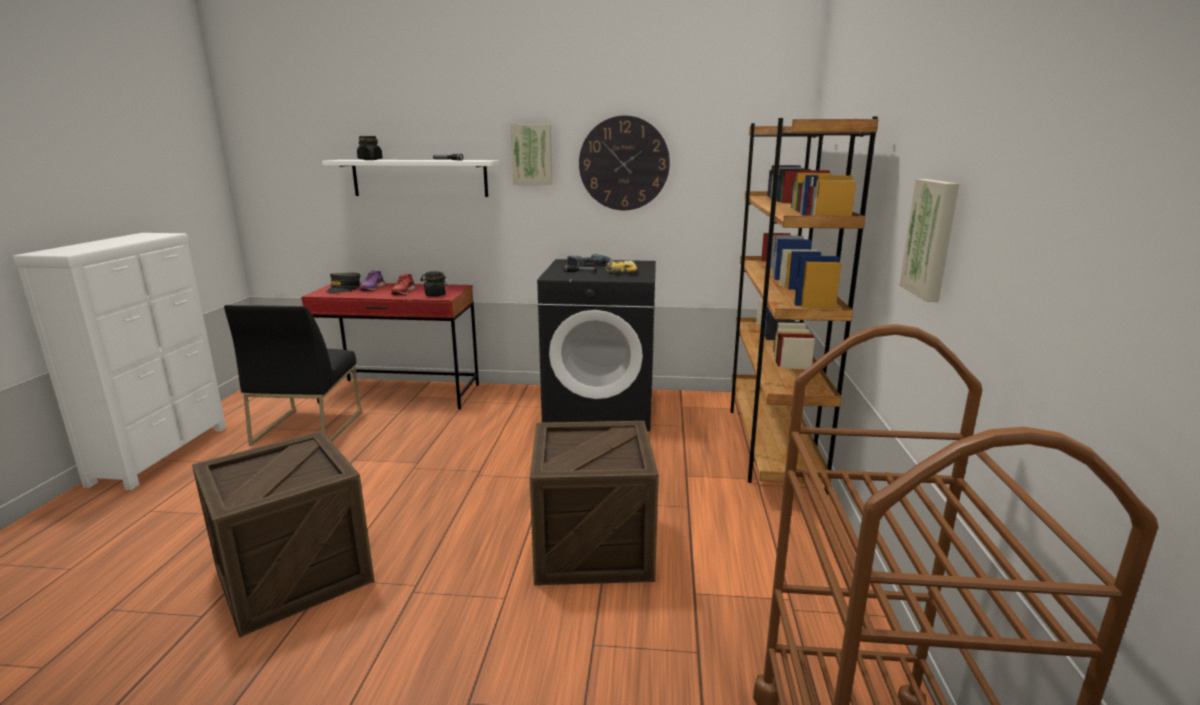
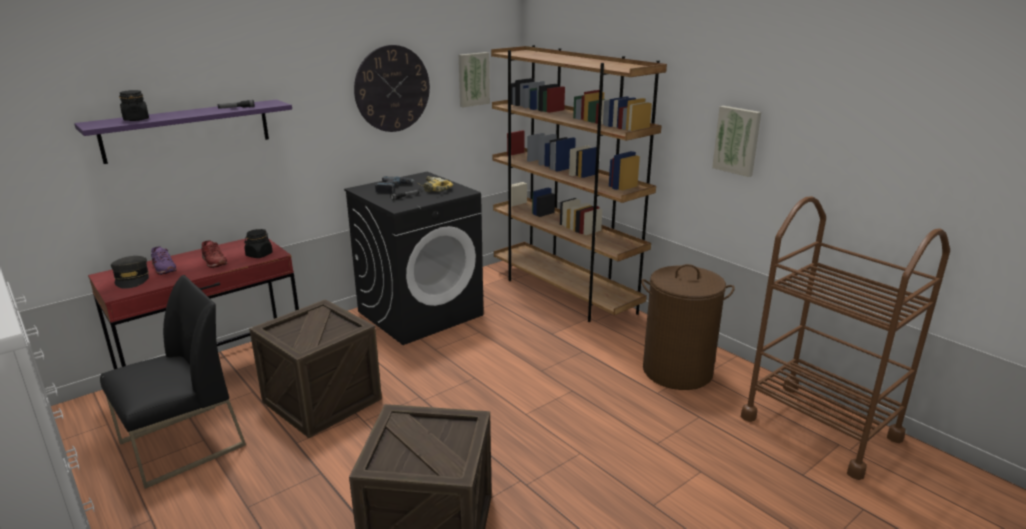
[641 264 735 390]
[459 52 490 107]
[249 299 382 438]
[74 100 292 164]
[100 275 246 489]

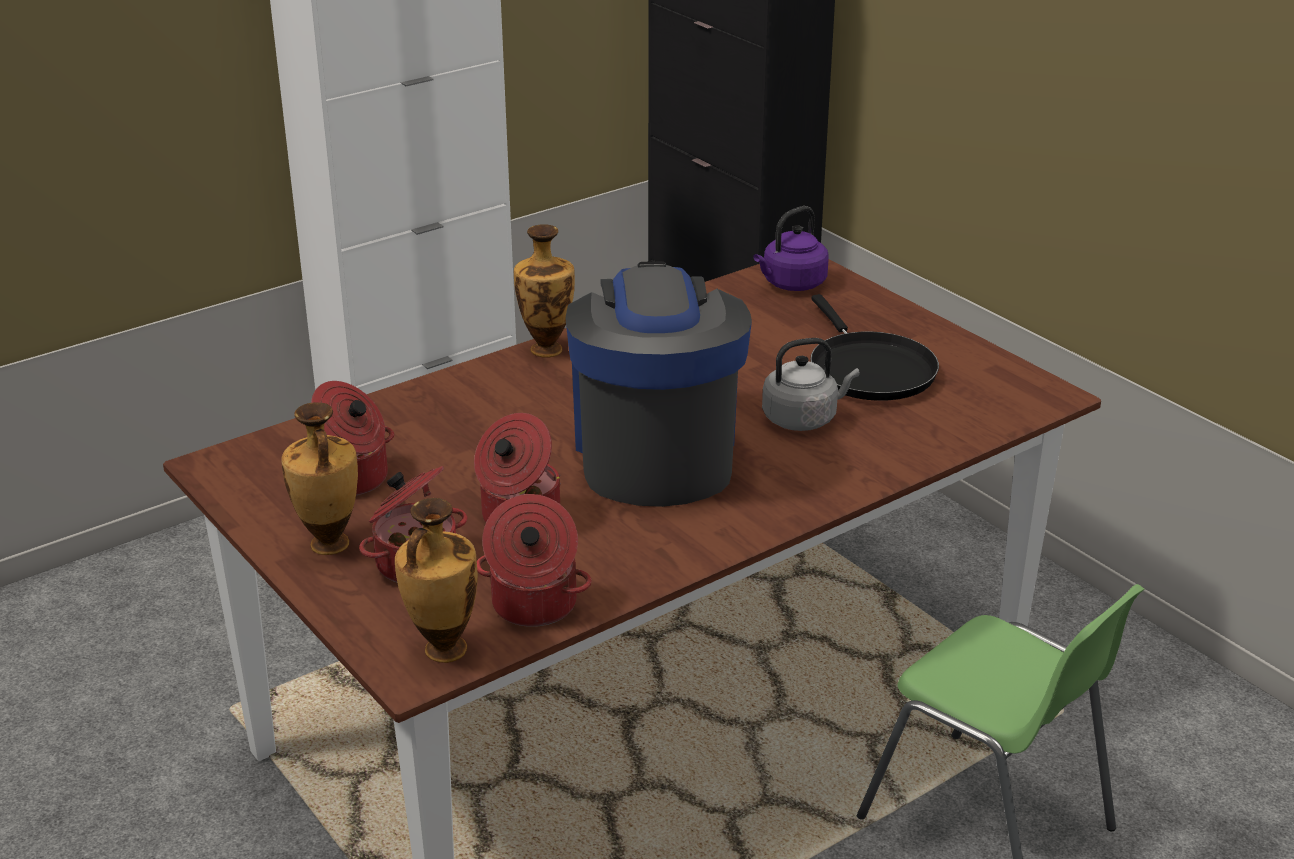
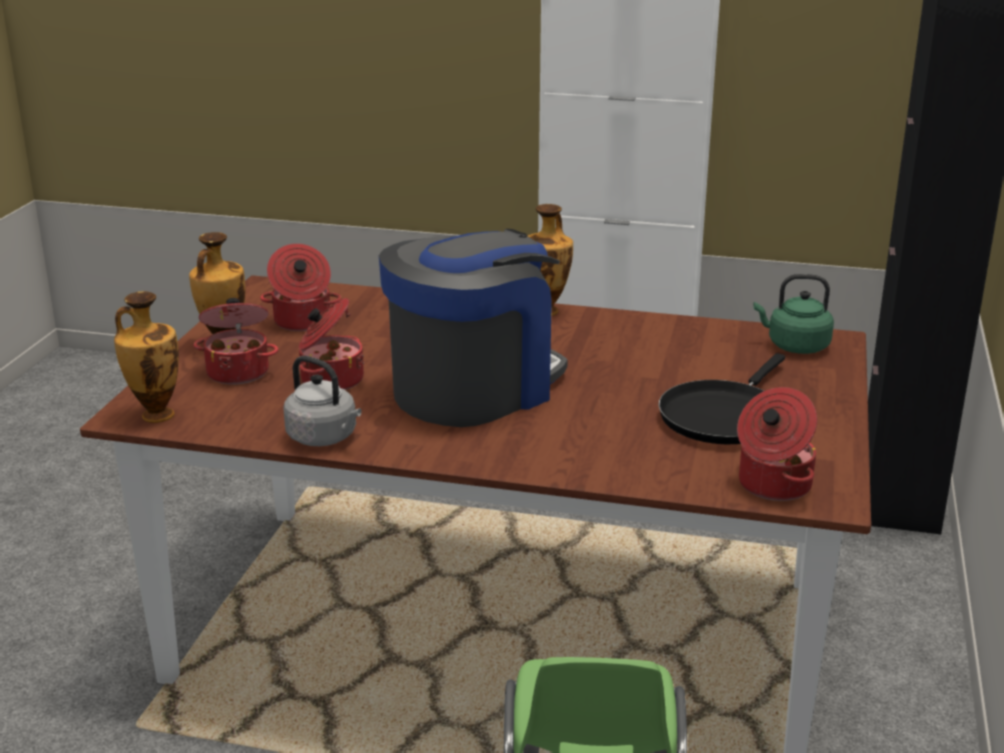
[737 387 817 501]
[283 356 362 446]
[754 274 834 354]

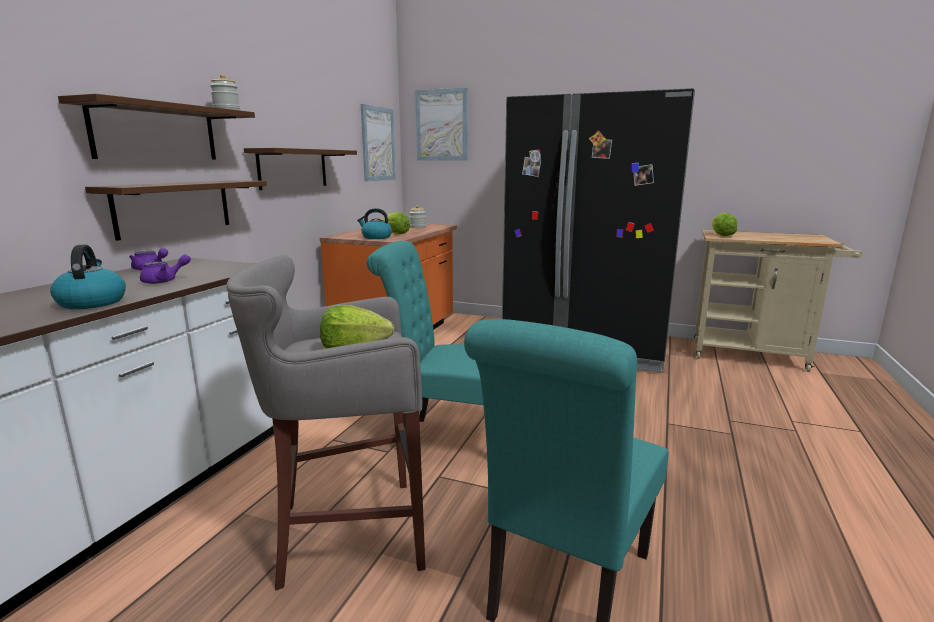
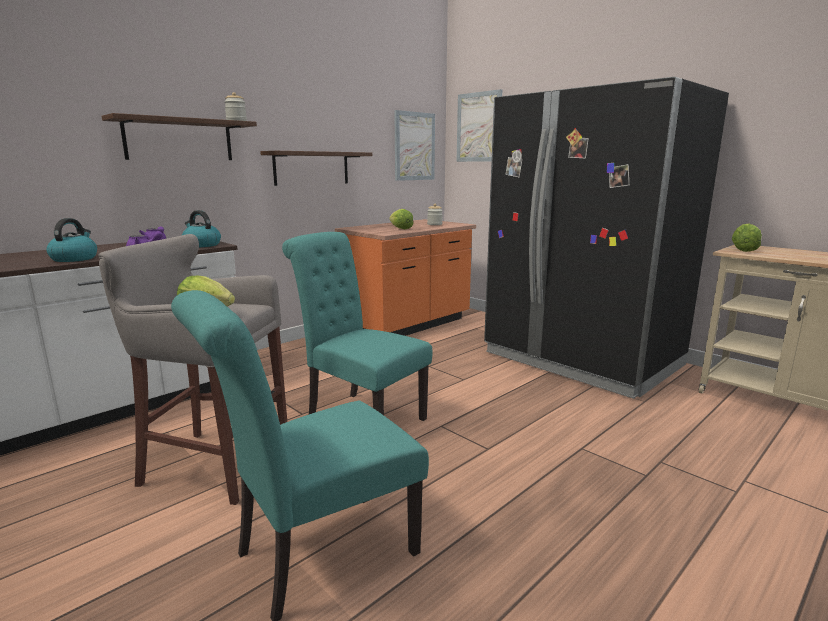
[85 180 267 241] (first image)
[182 210 221 247]

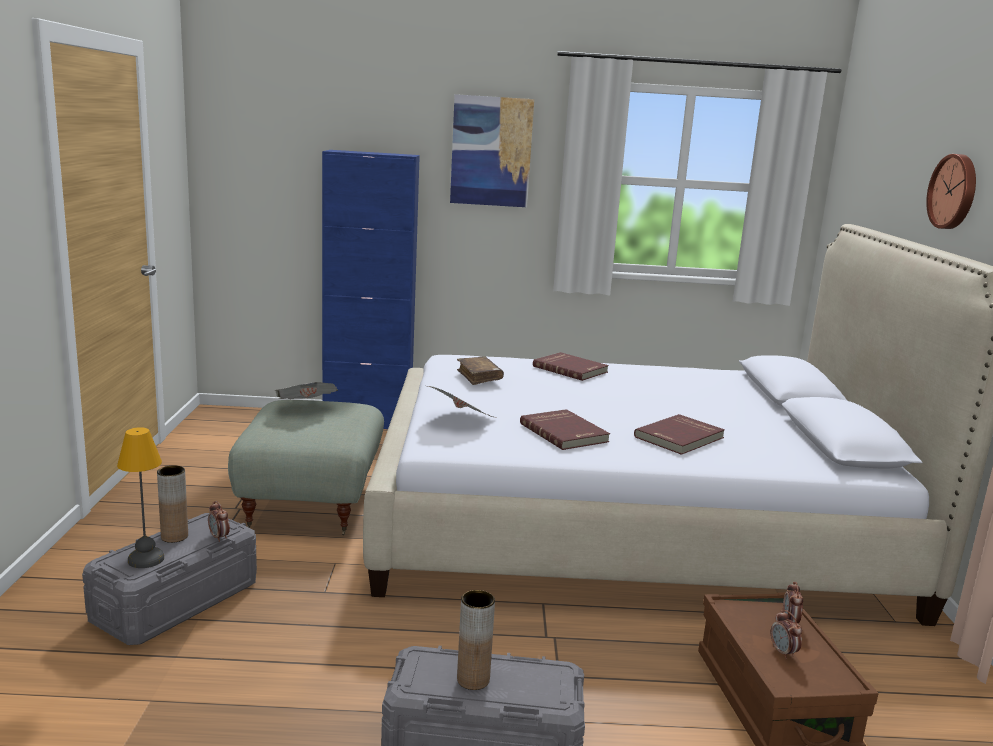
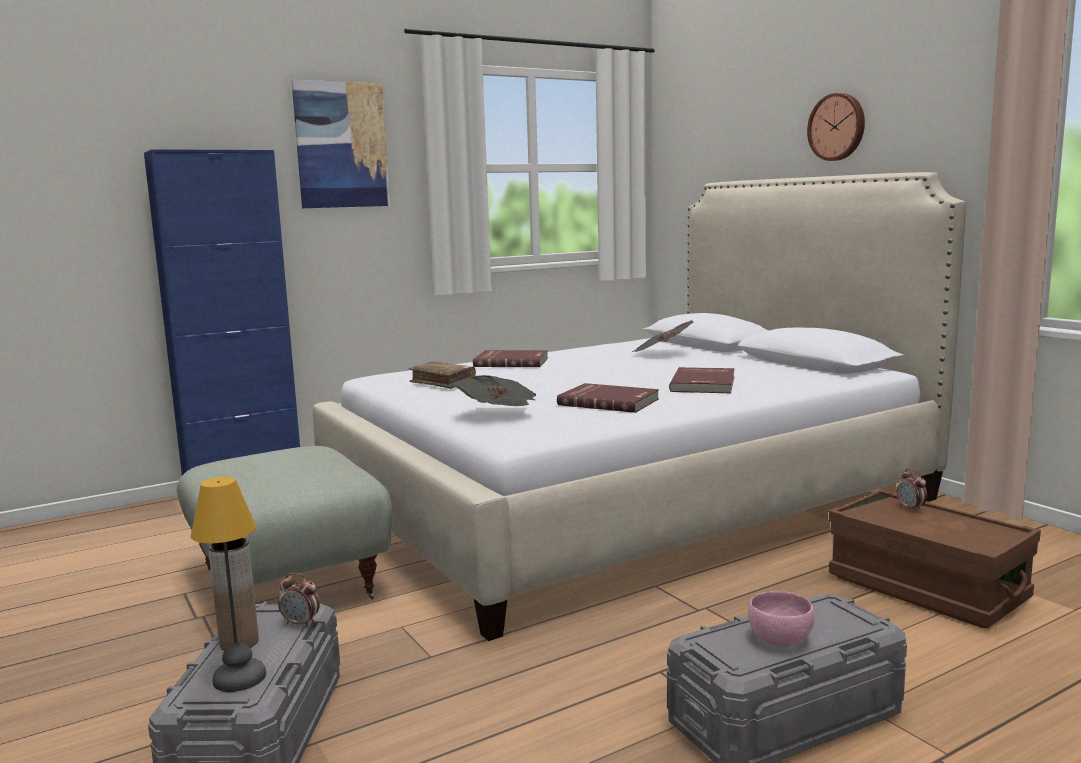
[771 610 802 659] (first image)
[632 320 694 352]
[748 591 814 647]

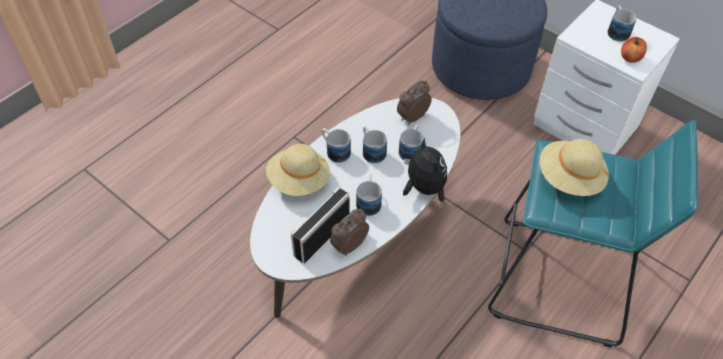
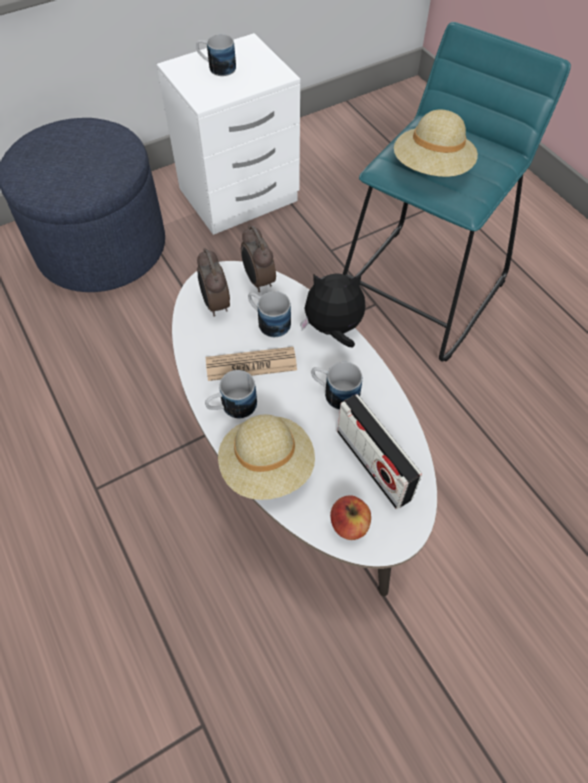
[241 225 276 292]
[330 495 371 540]
[206 347 297 381]

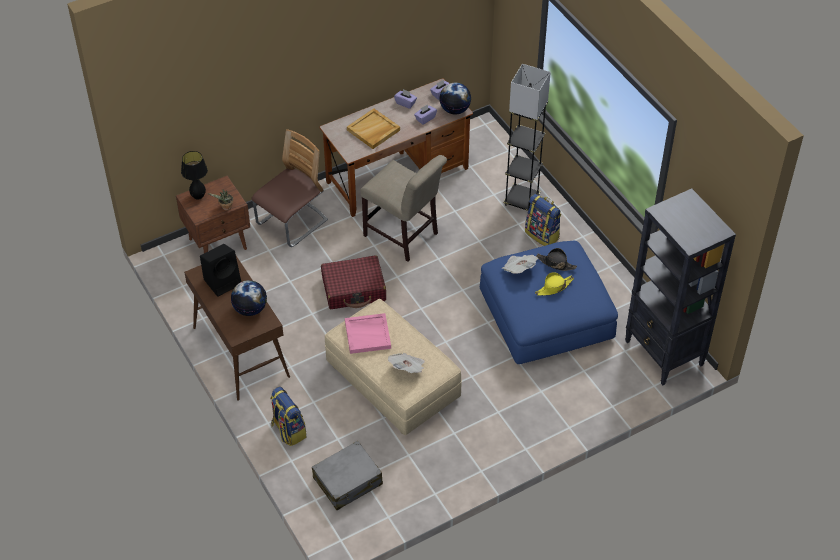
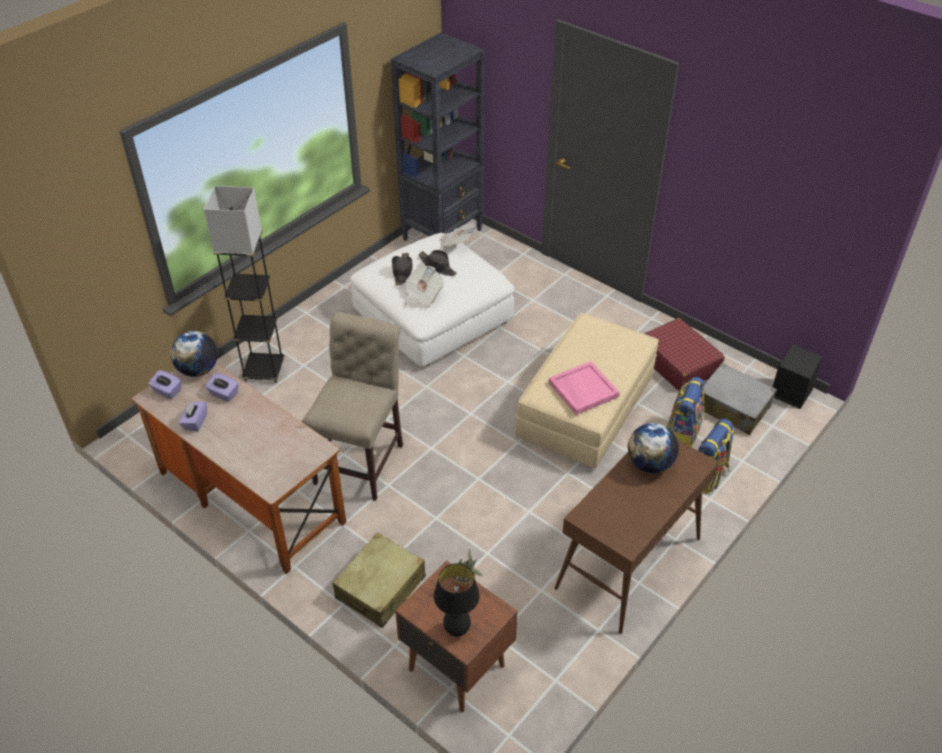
[347 109 400 149] (first image)
[773 344 822 409]
[644 318 725 391]
[440 223 477 248]
[667 377 705 447]
[333 533 426 628]
[350 233 515 367]
[418 250 457 276]

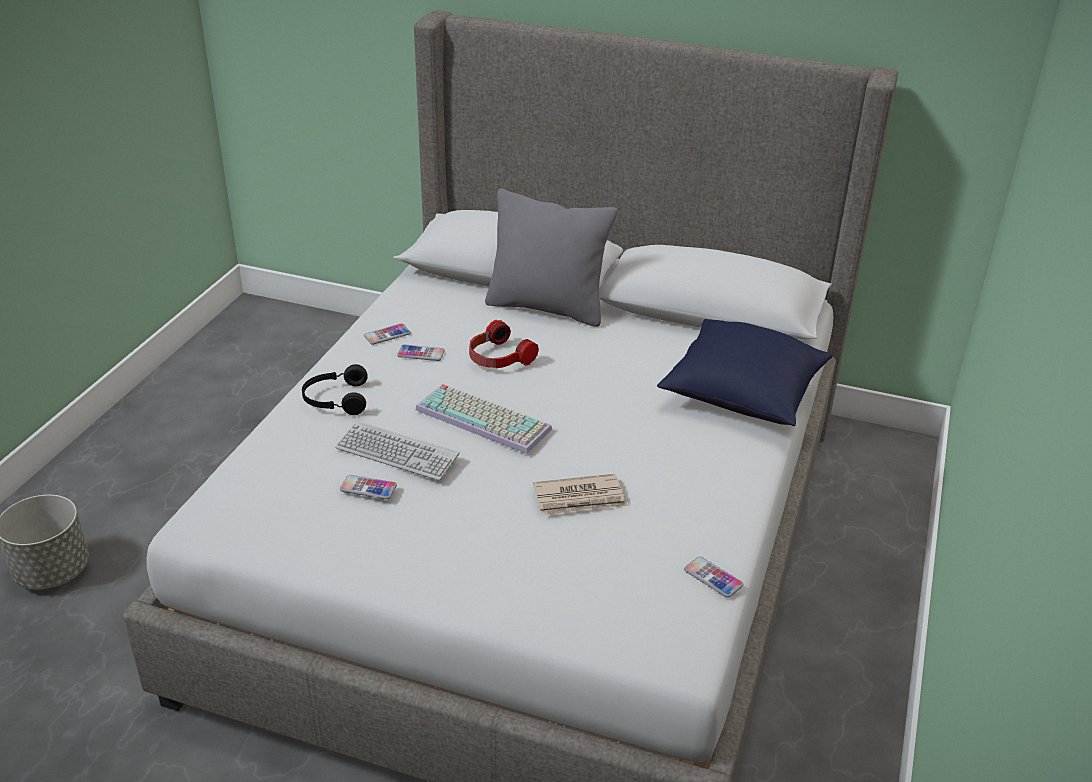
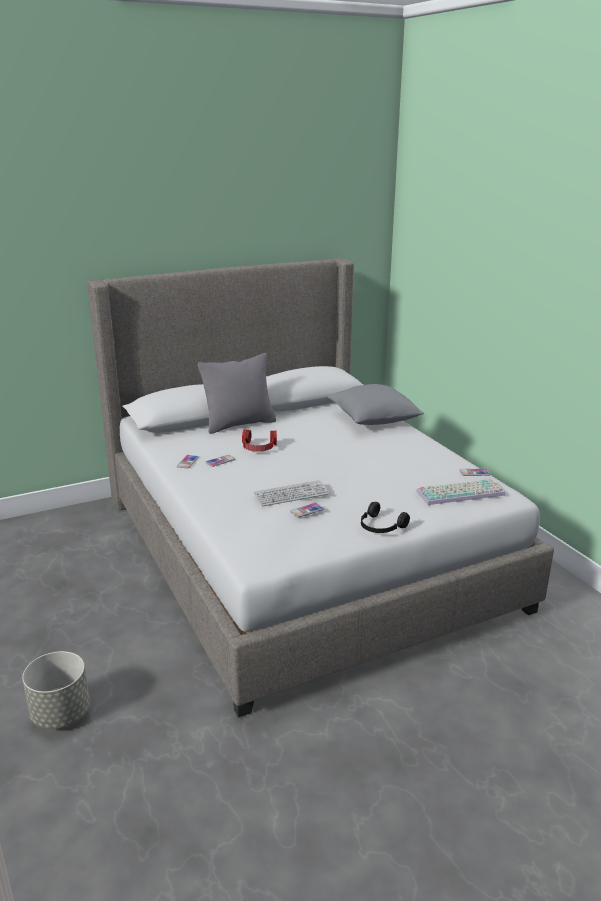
[533 474 628 516] (first image)
[361 502 410 533]
[416 479 505 505]
[327 384 424 425]

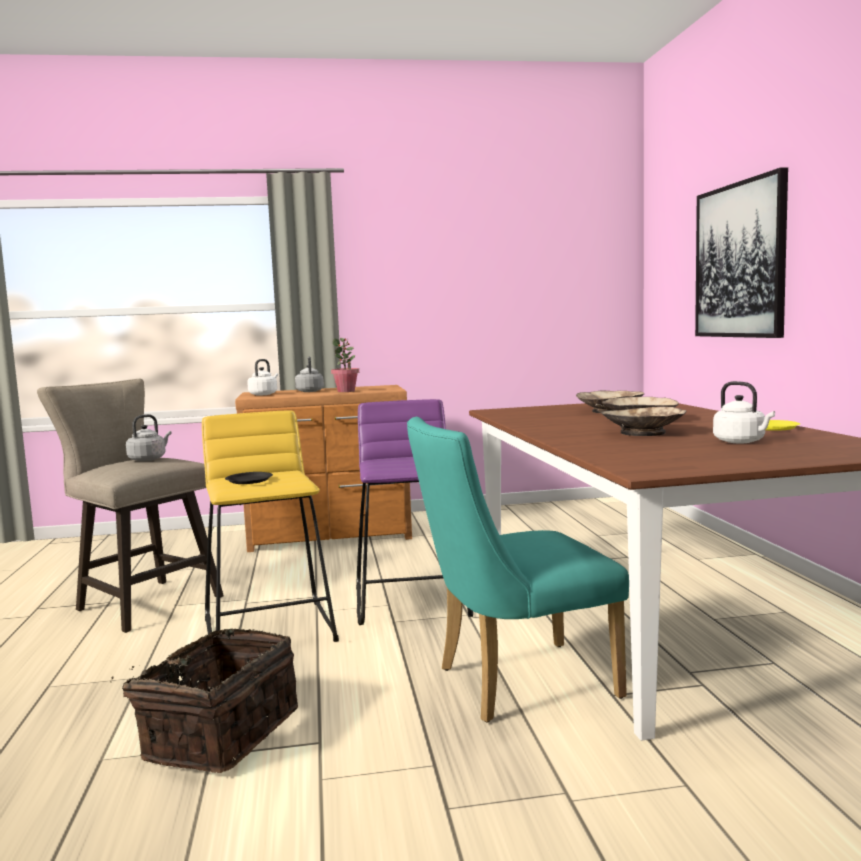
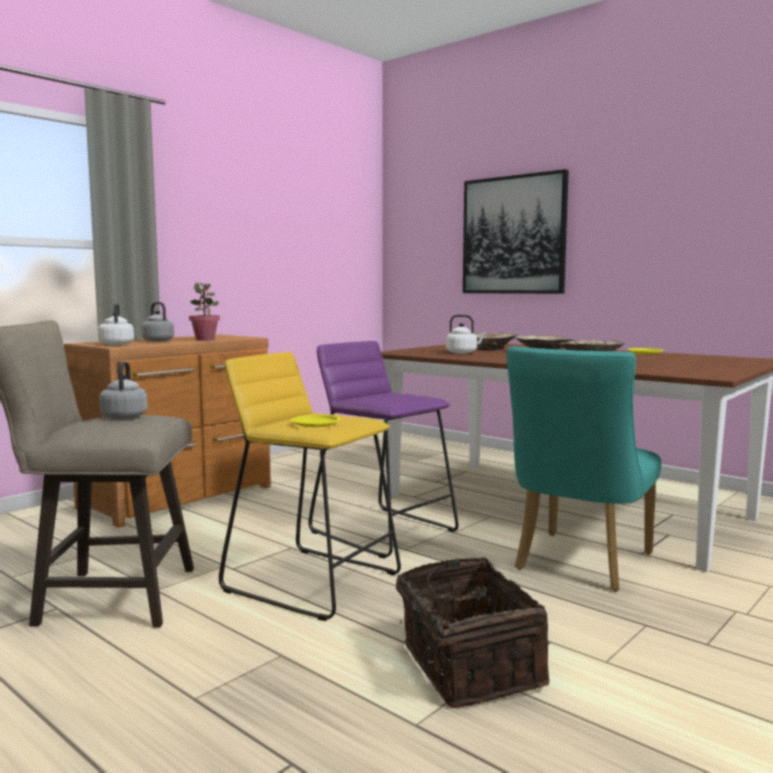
[446 314 486 354]
[291 414 341 427]

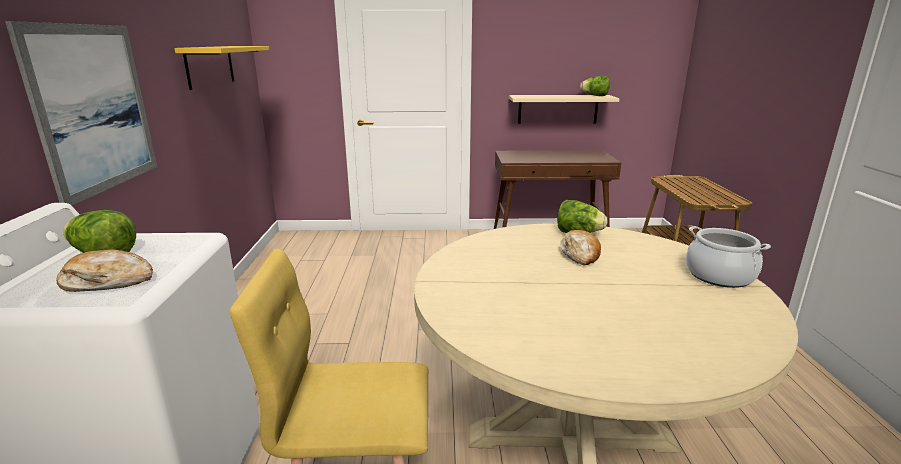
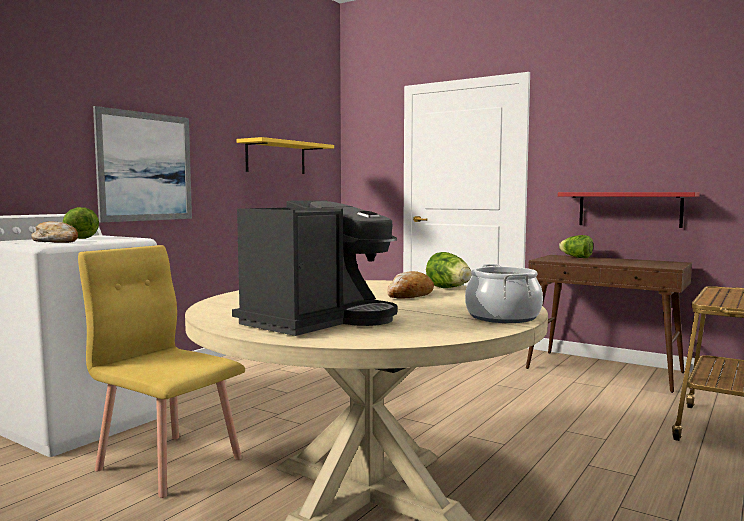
[232 200 397 336]
[559 235 593 258]
[558 192 700 228]

